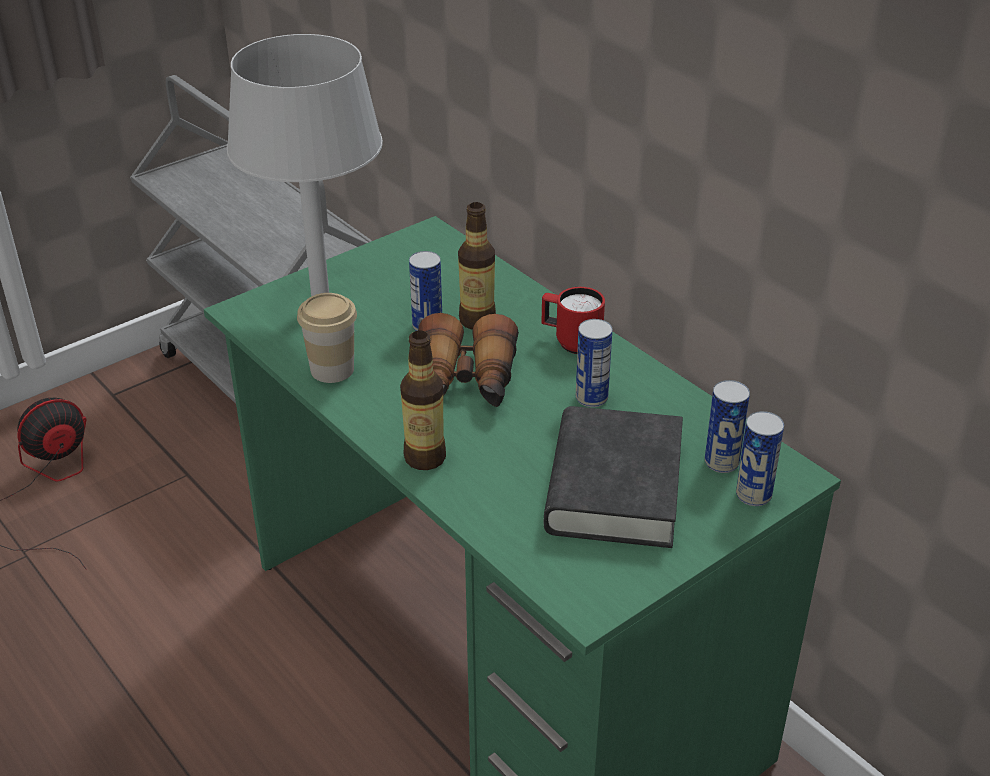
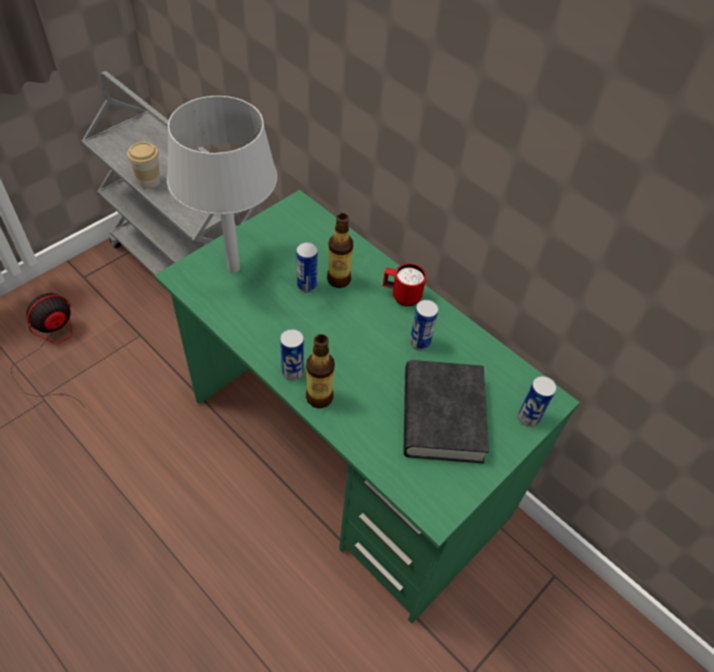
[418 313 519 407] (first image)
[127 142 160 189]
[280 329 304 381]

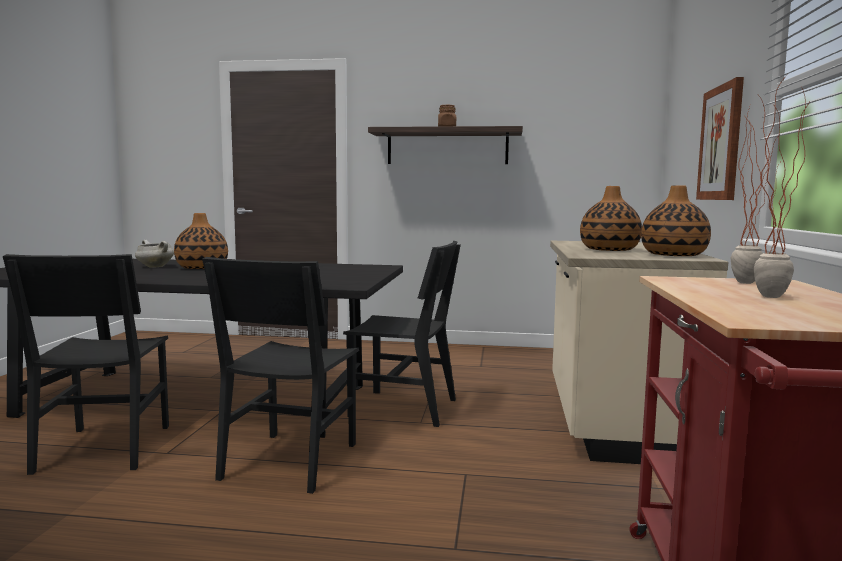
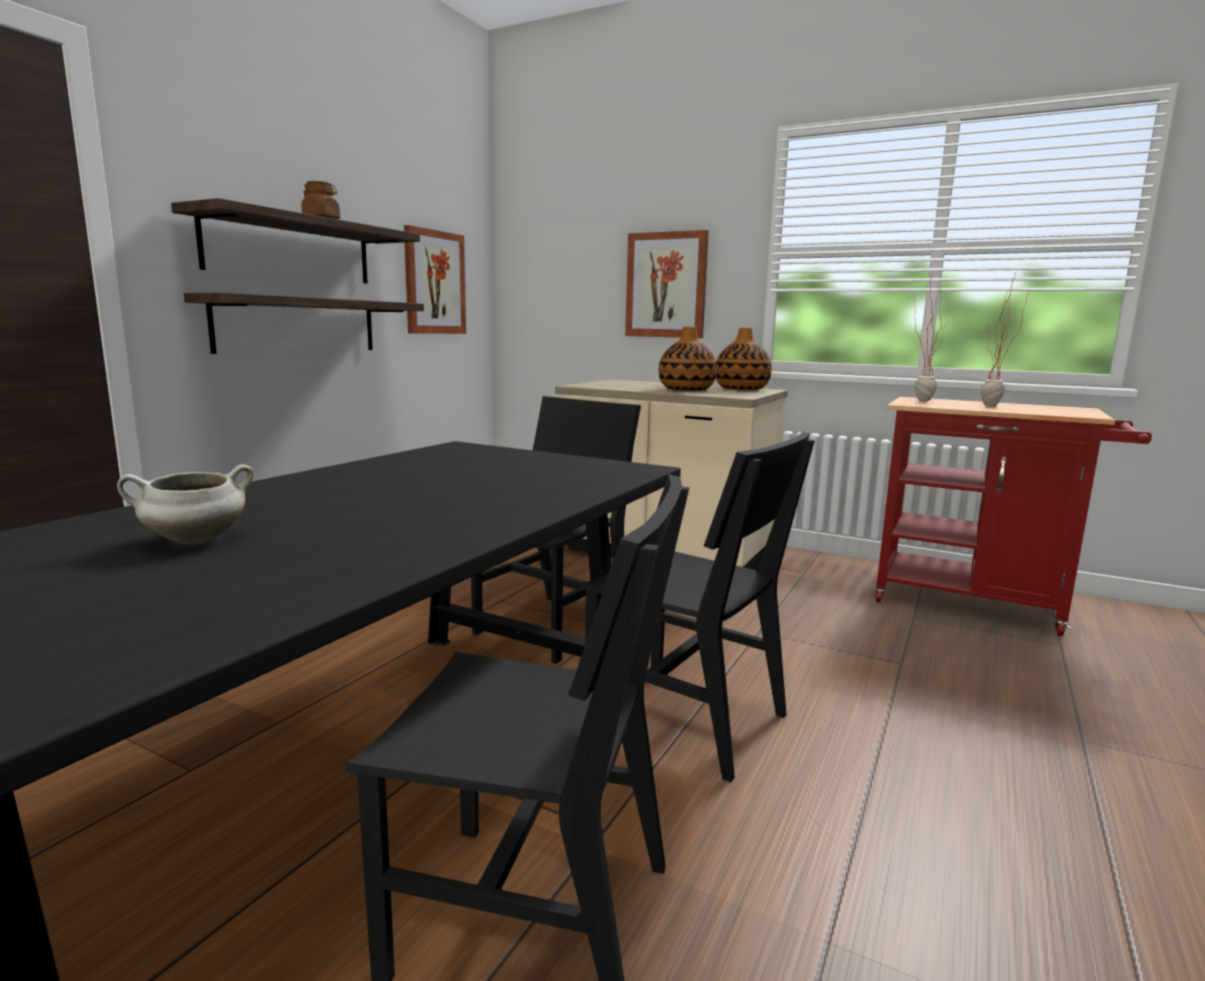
[174 213 228 269] (first image)
[184 293 424 354]
[404 225 466 334]

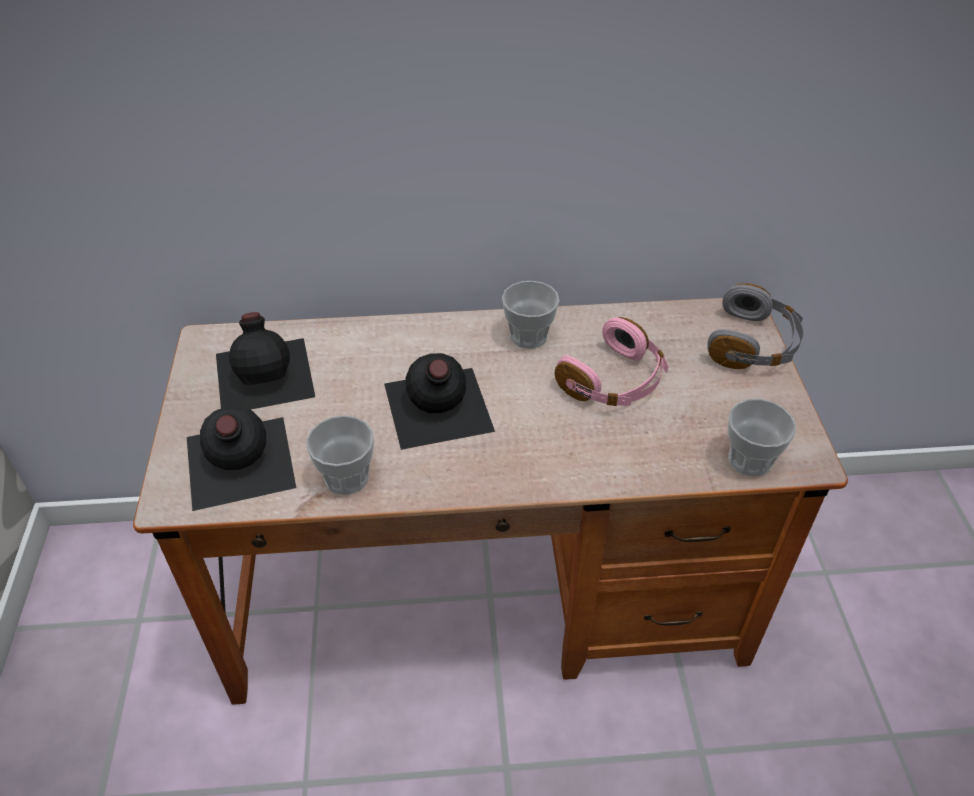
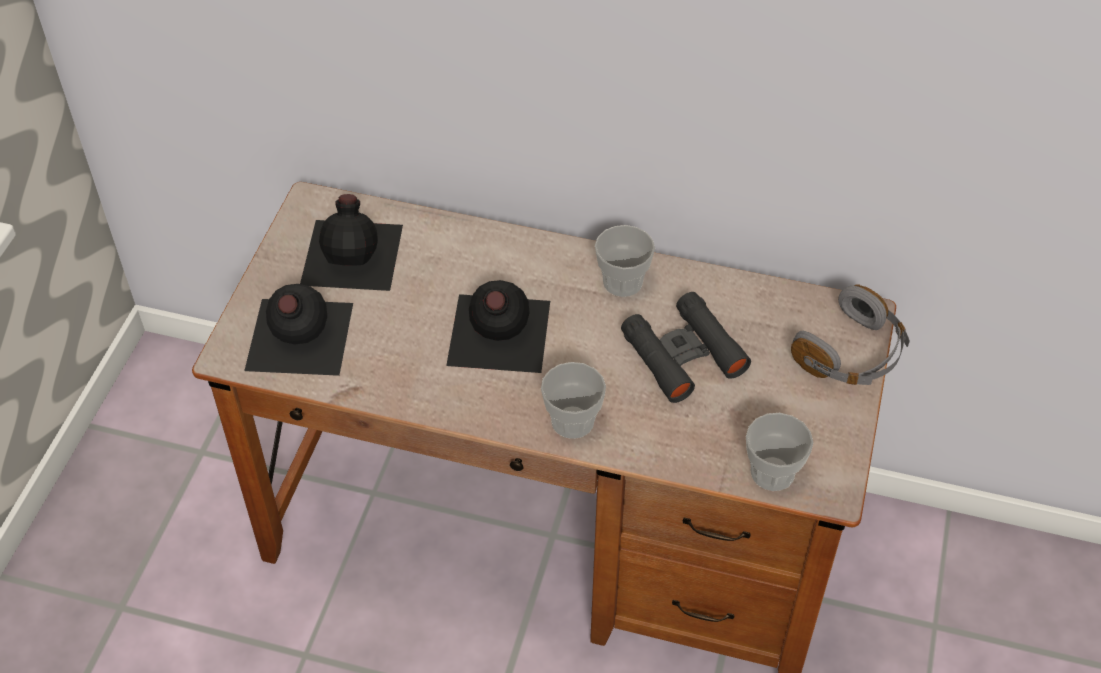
[541 362 606 439]
[621 292 751 403]

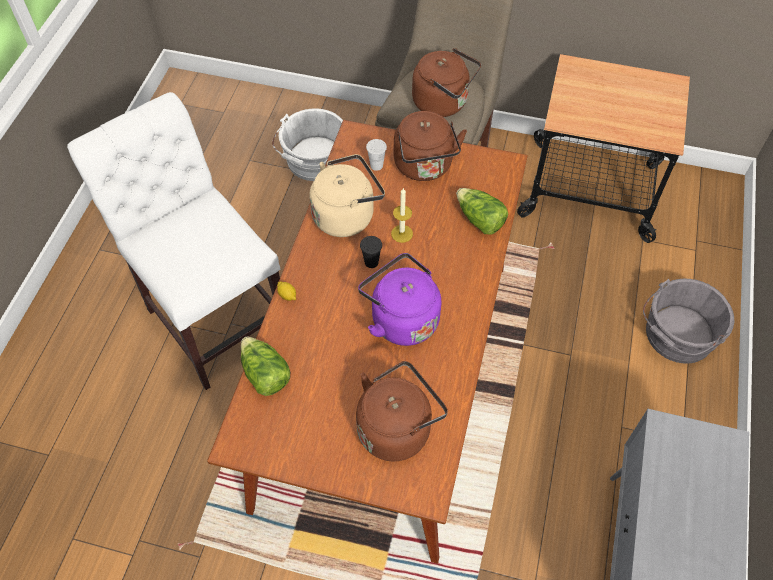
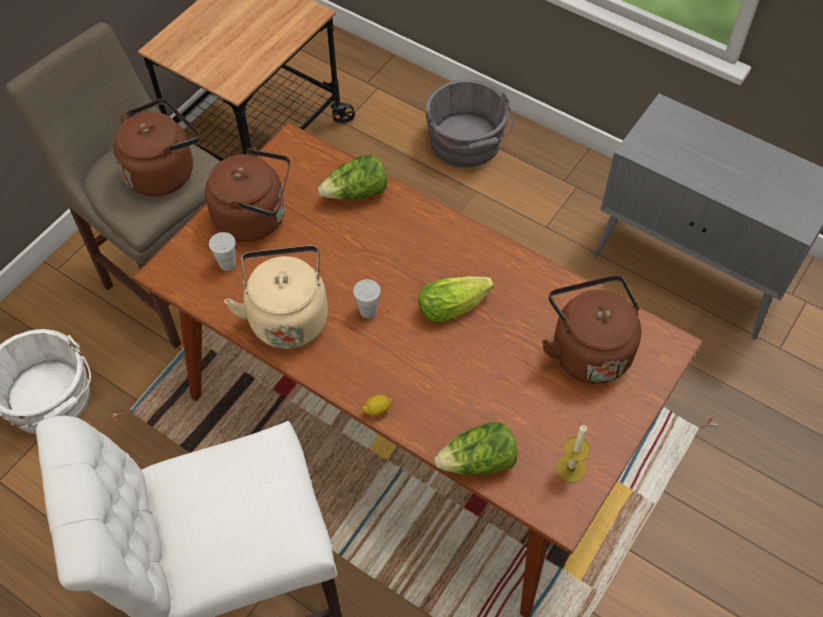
[556 425 591 483]
[418 276 493 322]
[353 279 381 318]

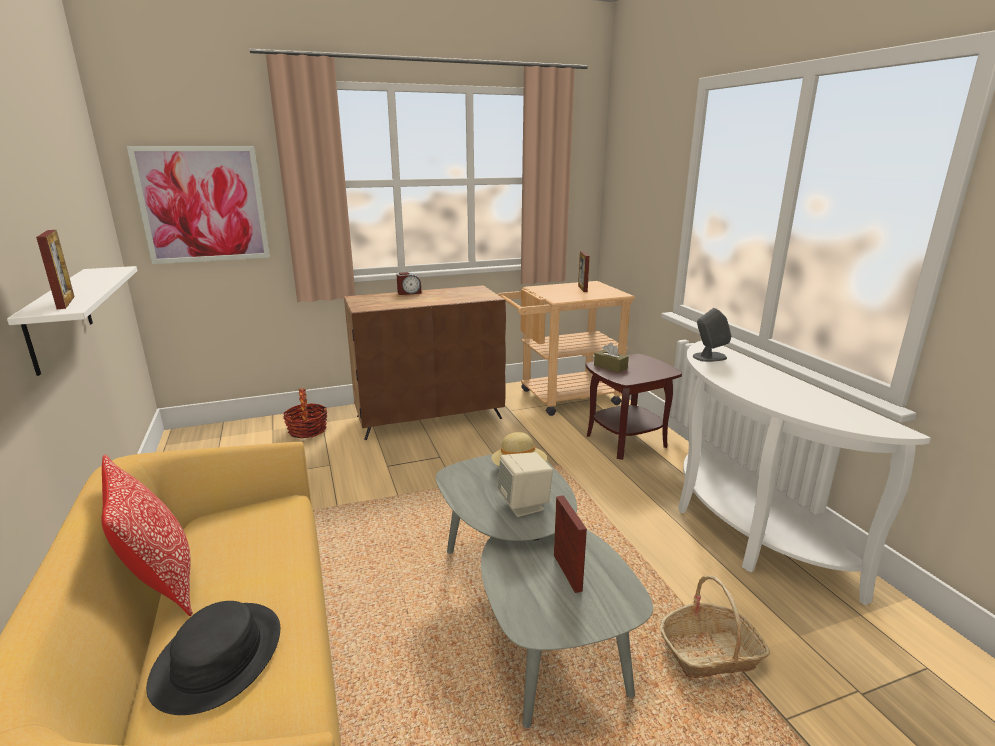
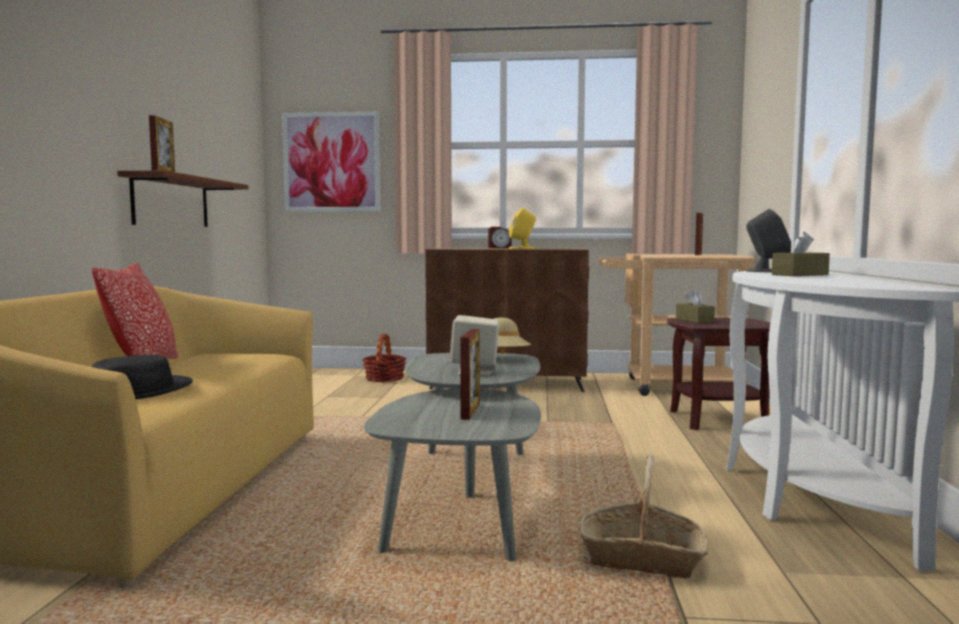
[508 208 536 249]
[772 232 830 276]
[117 170 249 227]

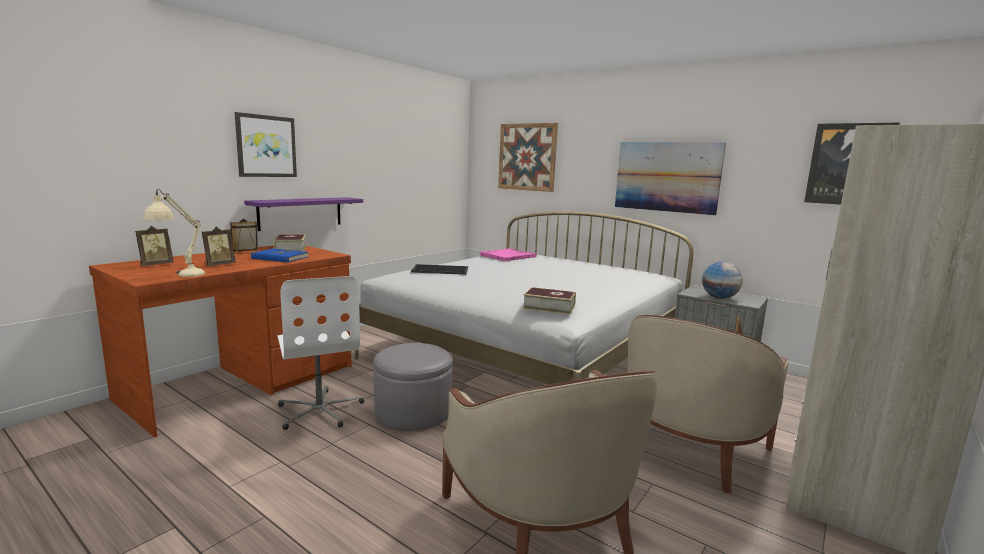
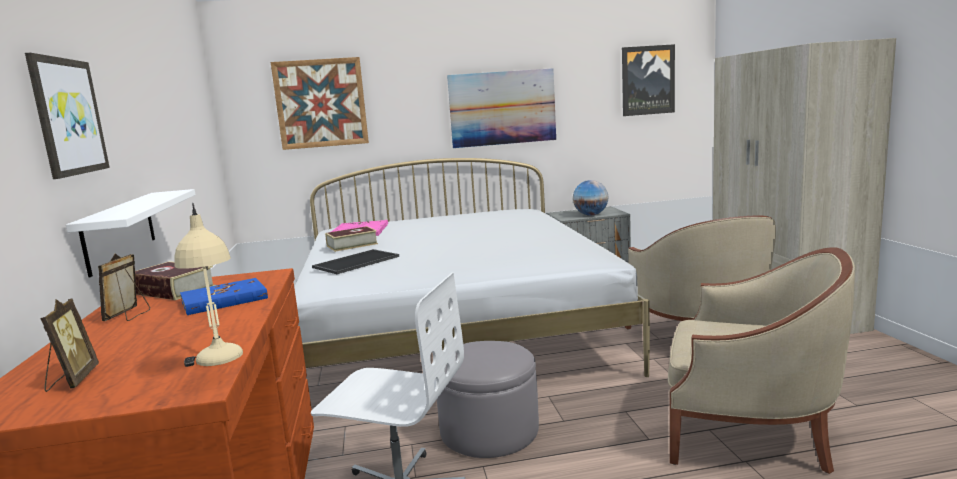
[202 227 236 266] (first image)
[325 226 378 252]
[66 189 196 278]

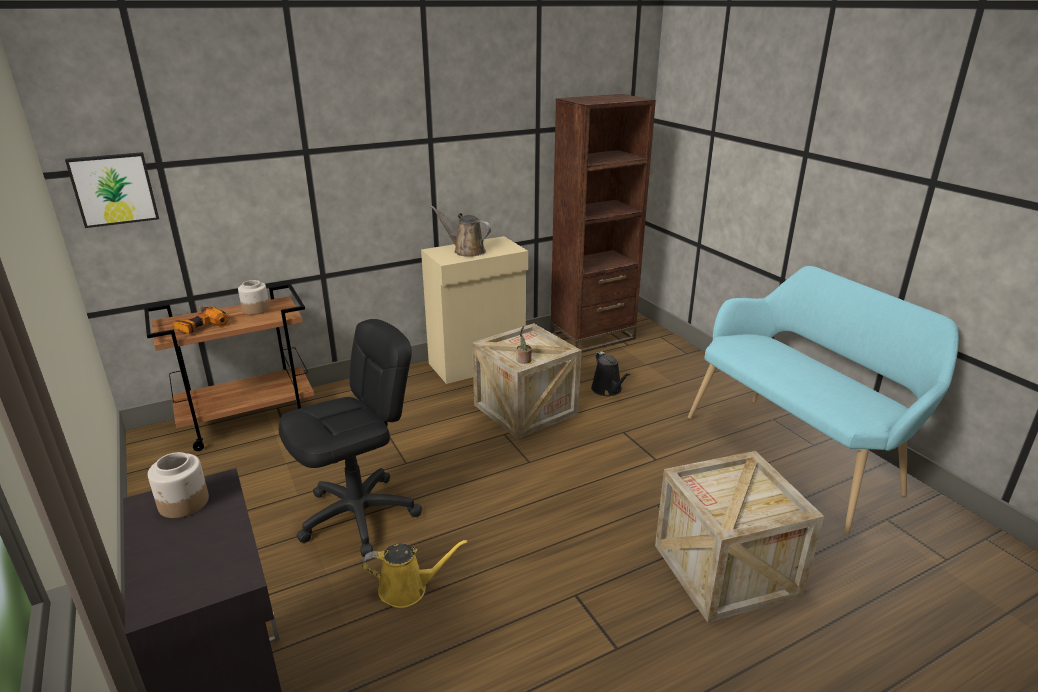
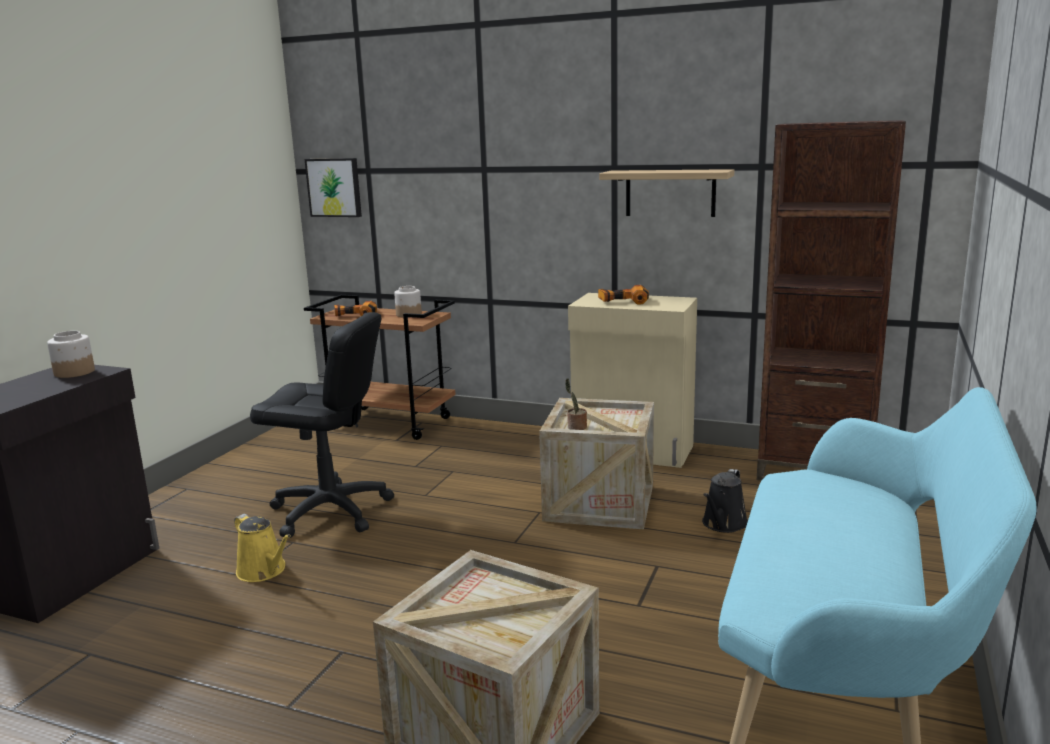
[599 169 734 217]
[598 285 649 304]

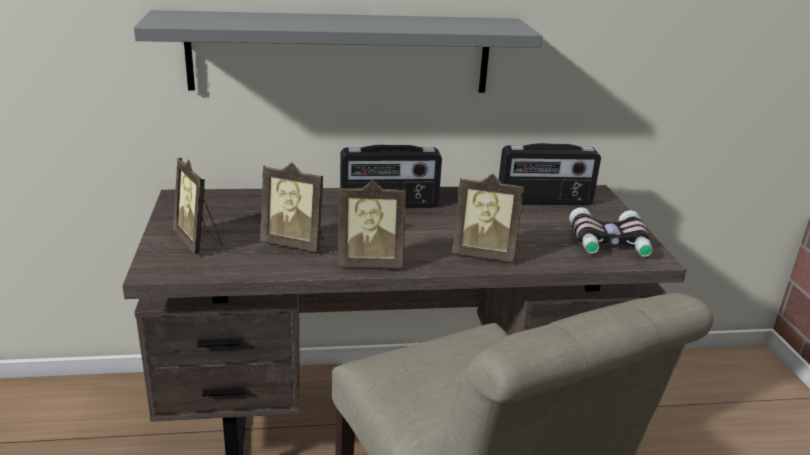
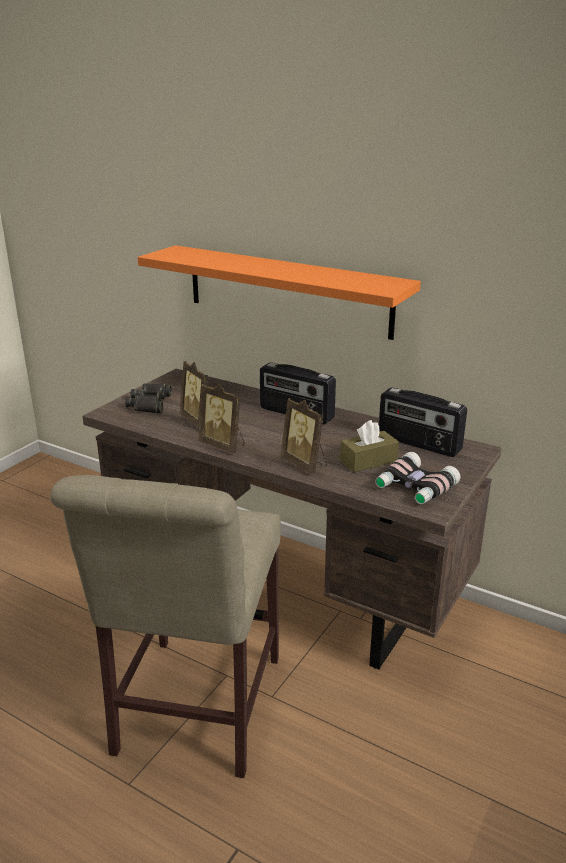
[340 420 399 472]
[125 383 172 414]
[138 245 421 340]

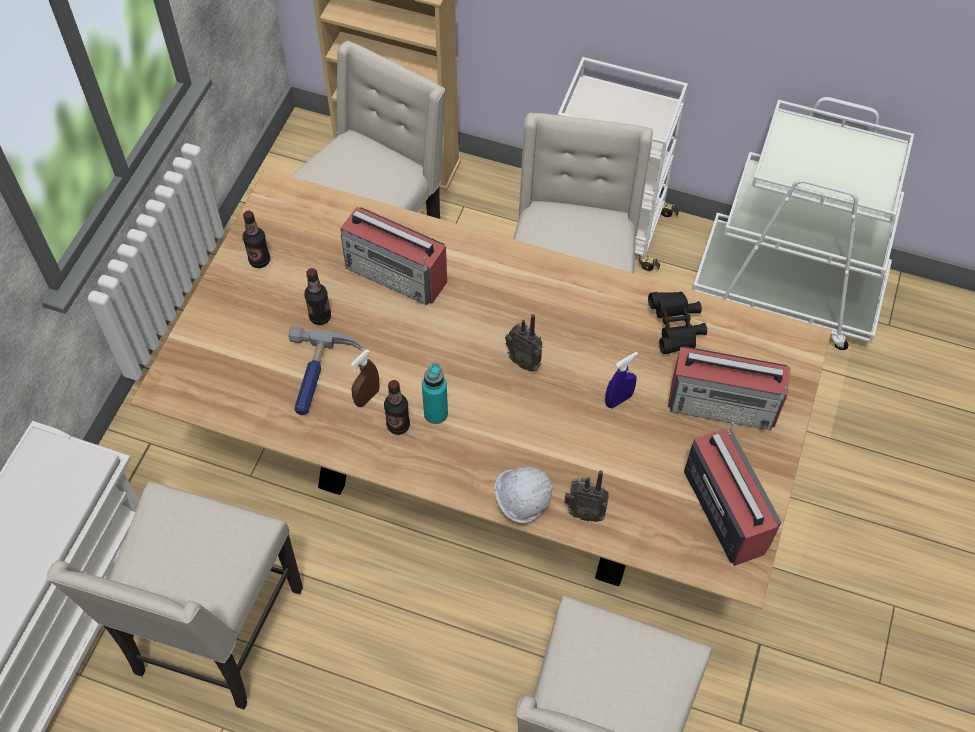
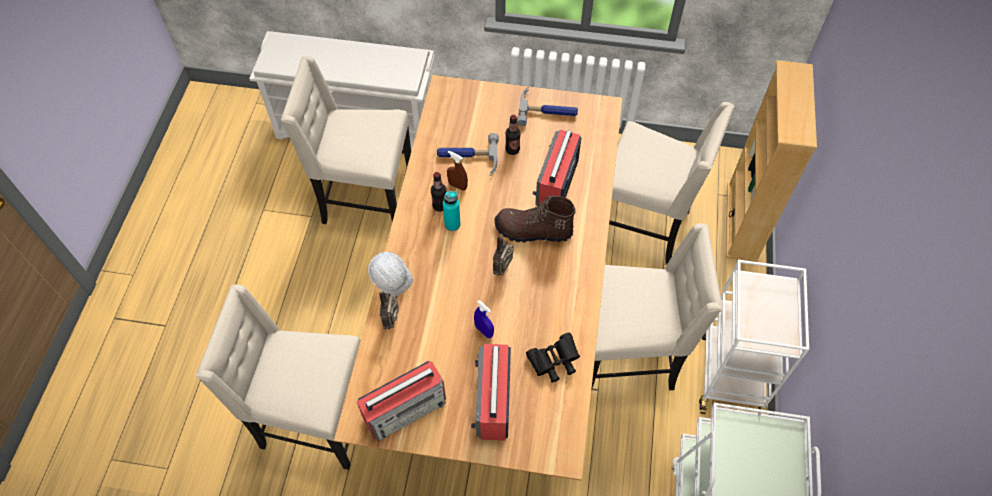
[495 196 576 243]
[517 87 578 126]

